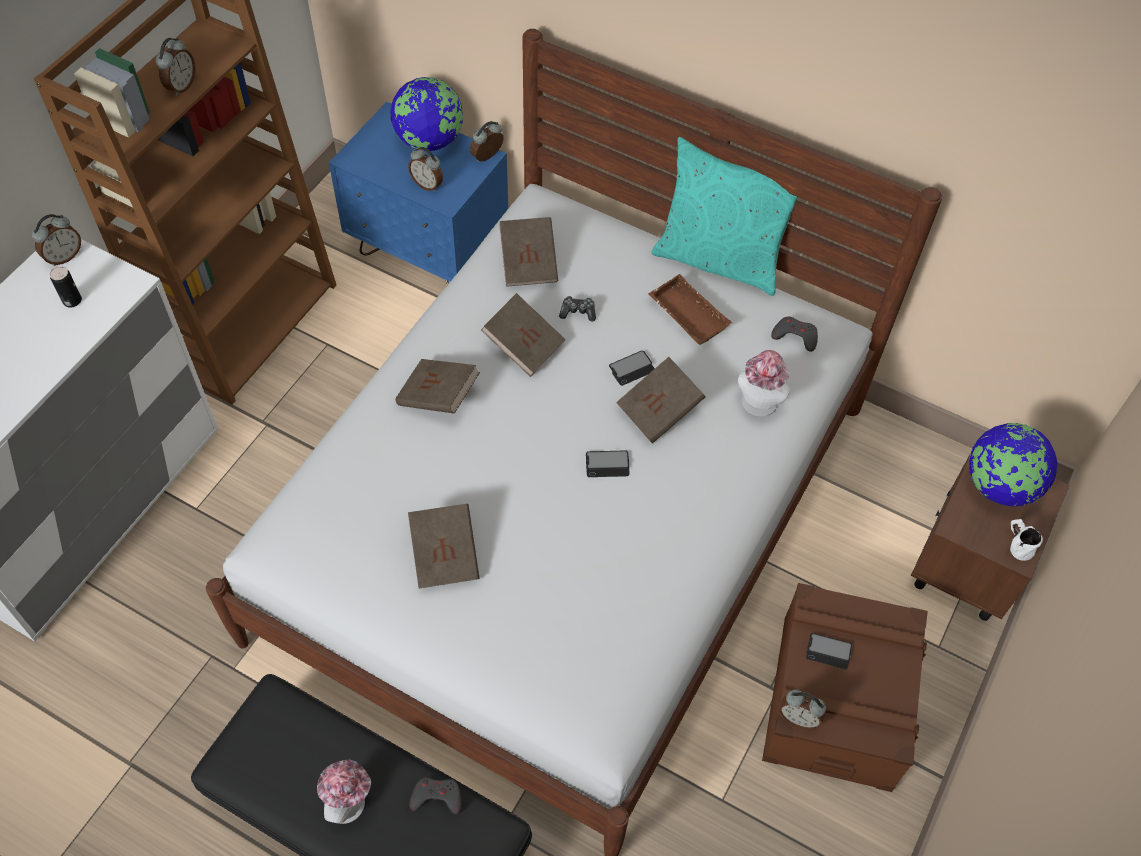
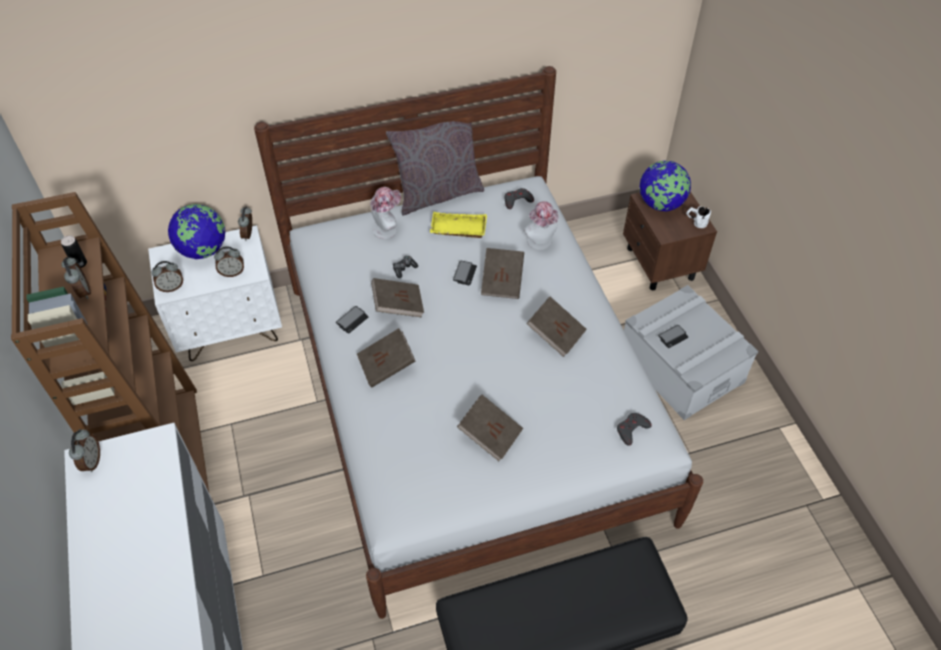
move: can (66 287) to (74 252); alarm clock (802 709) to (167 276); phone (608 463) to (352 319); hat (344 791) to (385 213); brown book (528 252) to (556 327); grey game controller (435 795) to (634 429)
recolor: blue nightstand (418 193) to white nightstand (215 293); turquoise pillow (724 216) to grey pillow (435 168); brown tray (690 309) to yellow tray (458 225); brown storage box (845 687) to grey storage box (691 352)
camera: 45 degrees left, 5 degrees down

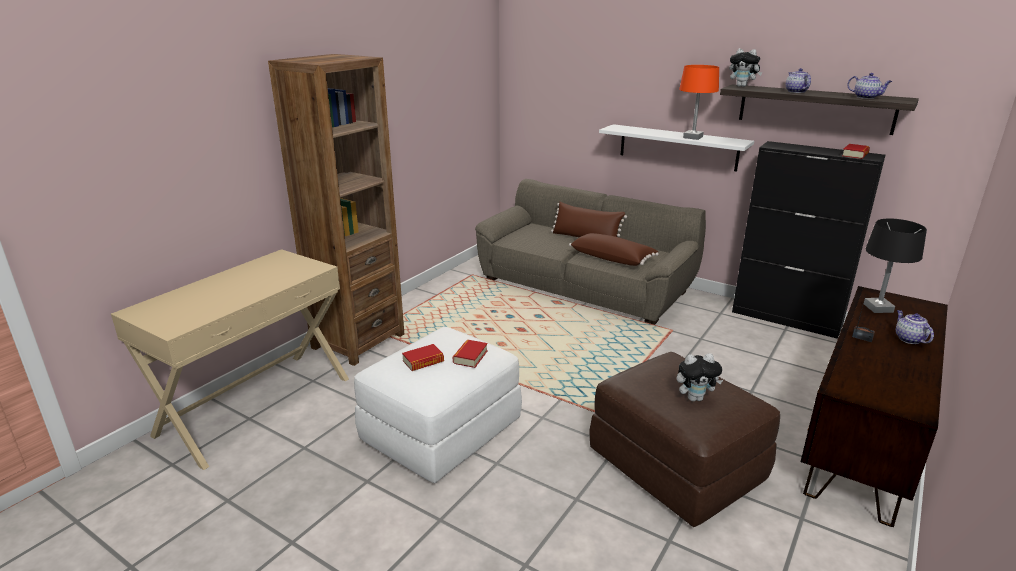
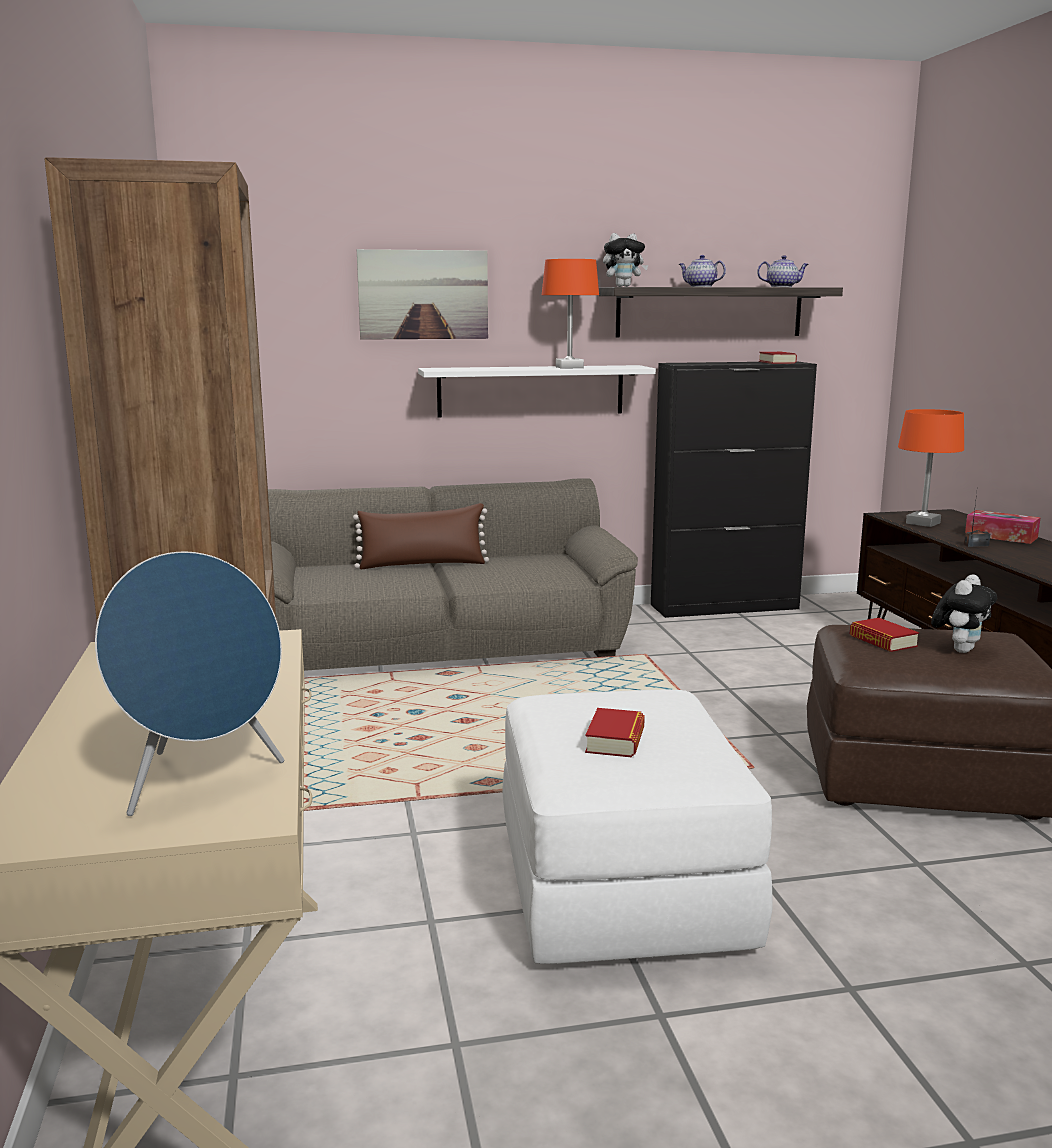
delete: brown pillow (614 249)
insert: blue speaker (189 683); picture (422 294)
move: book (470 353) to (884 635)
replace: teapot (915 327) to tissue box (1003 527)
recolor: black table lamp (895 265) to orange table lamp (931 468)
camera: 45 degrees left, 10 degrees down

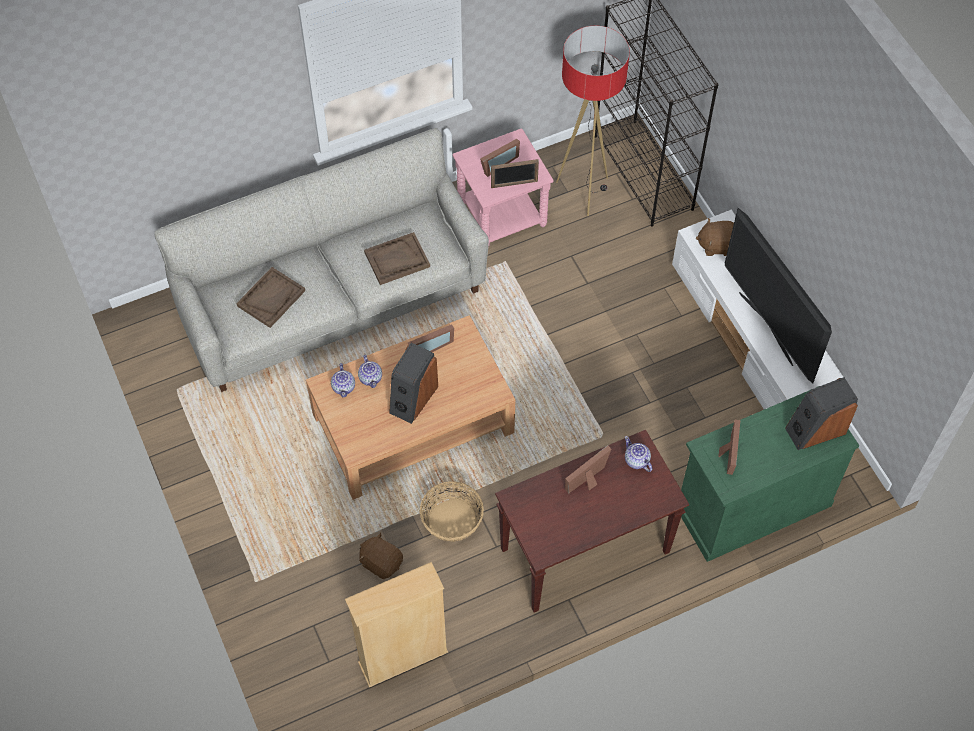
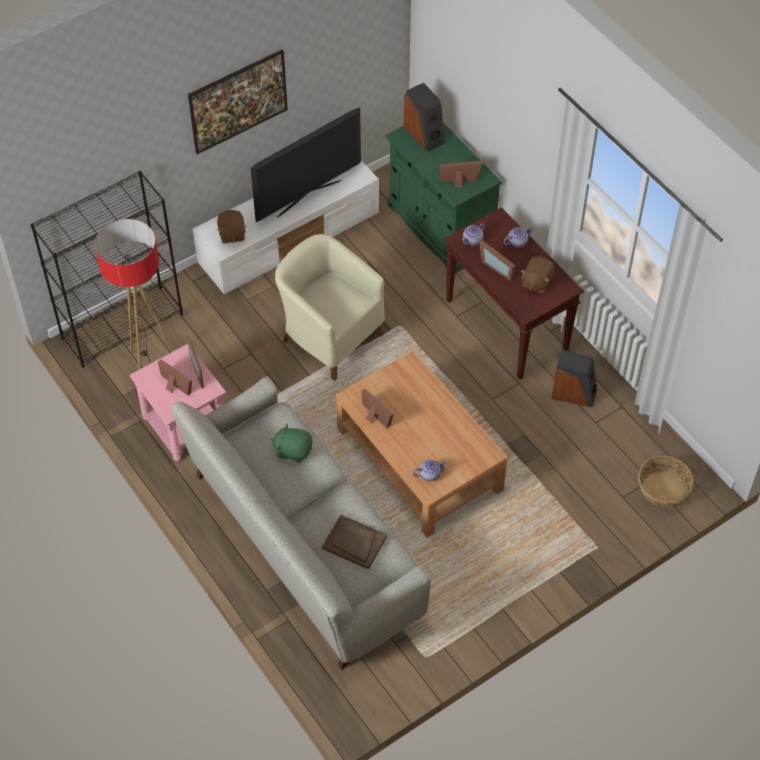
delete: beige bookcase (396 624)
insert: picture (238 102); beige armchair (330 307)
move: teapot (370 371) to (518 237); brown plush toy (381 555) to (538 274); speaker (413 383) to (574 378); basket (452 511) to (666 481)
replace: brown tray (397 258) to green plush toy (291 443)
camera: 100 degrees left, 5 degrees down

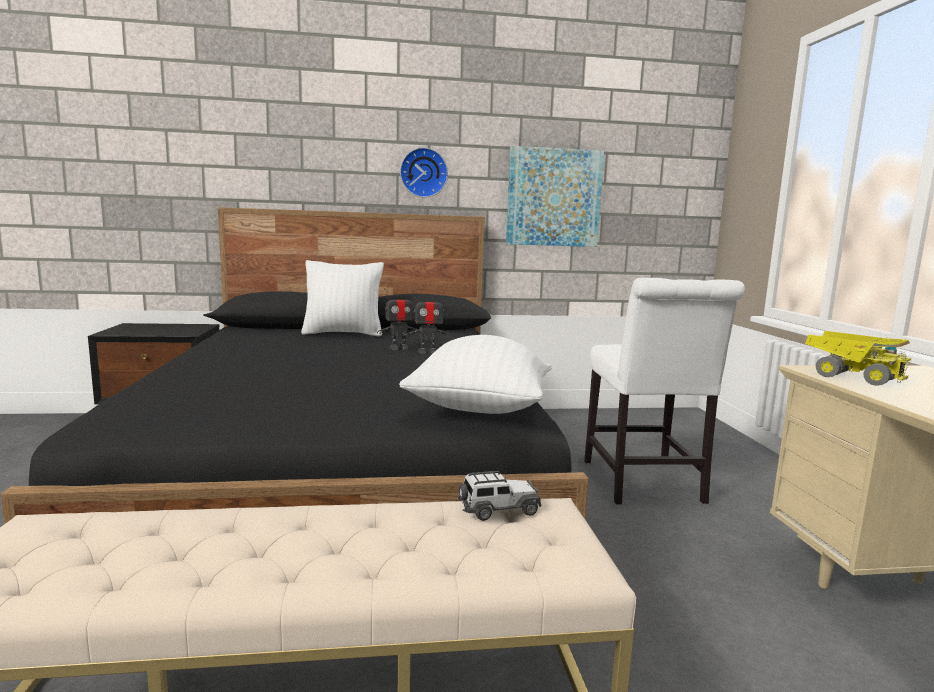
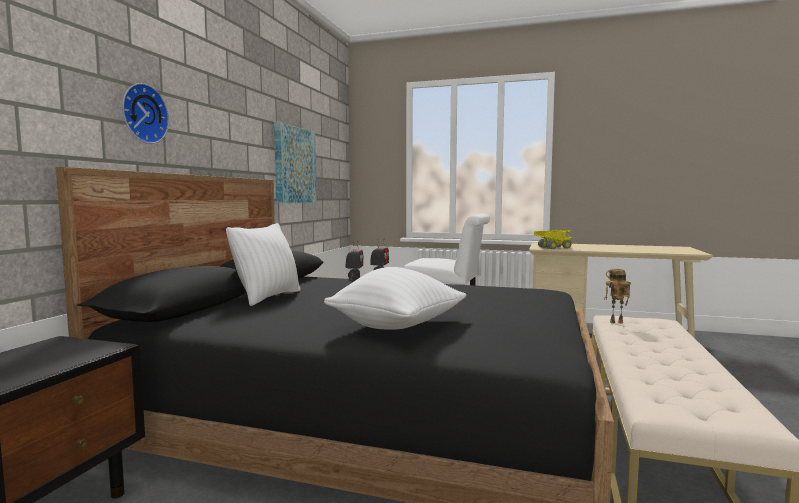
move: wall clock (424 172) to (145 113); white pillow (475 374) to (395 298)
replace: toy car (499 496) to toy robot (617 296)
camera: 65 degrees left, 5 degrees down

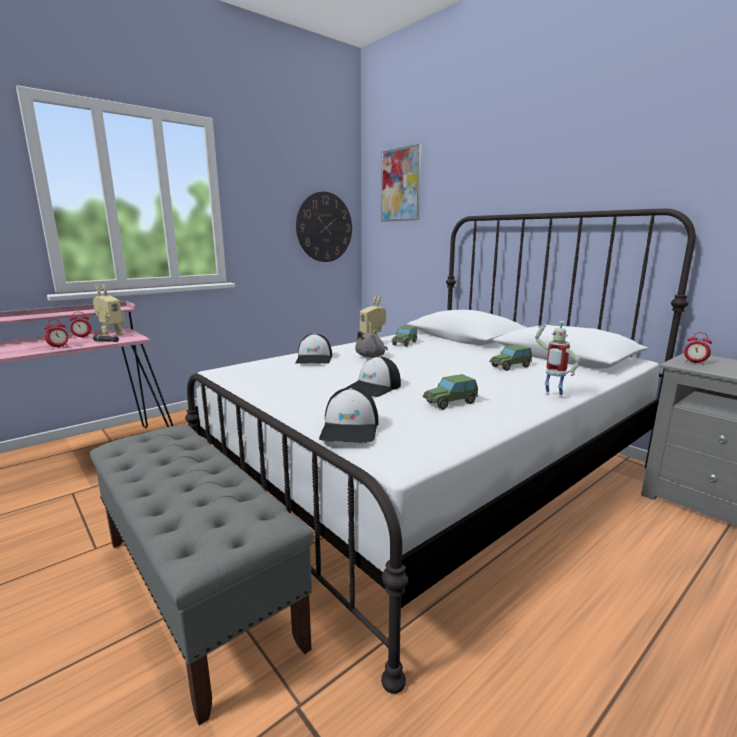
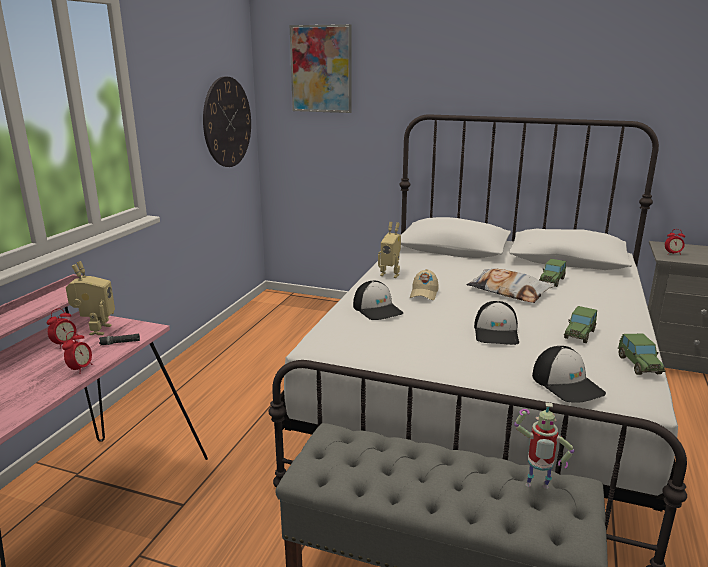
insert: pillow (510 286)
move: toy robot (558 359) to (544 445); toy car (404 336) to (642 354)
replace: grey plush toy (371 344) to beige cap (424 284)
camera: 30 degrees left, 5 degrees up

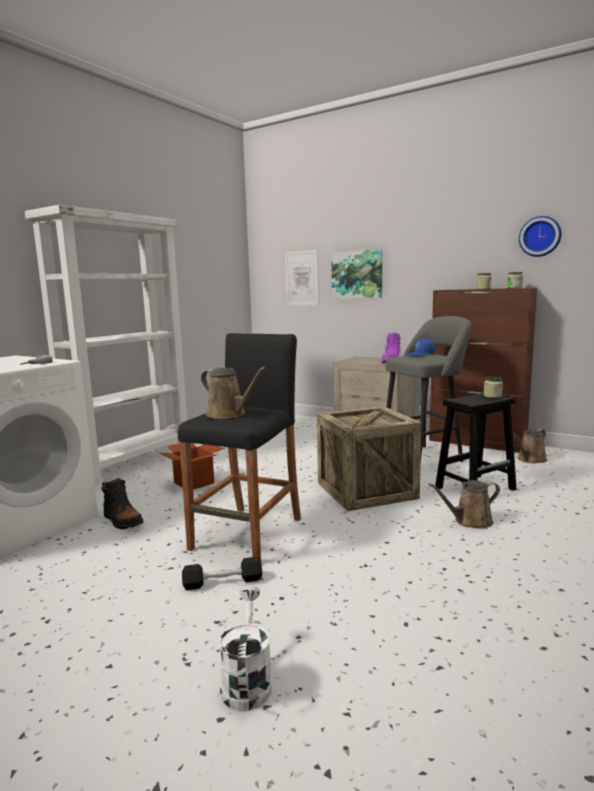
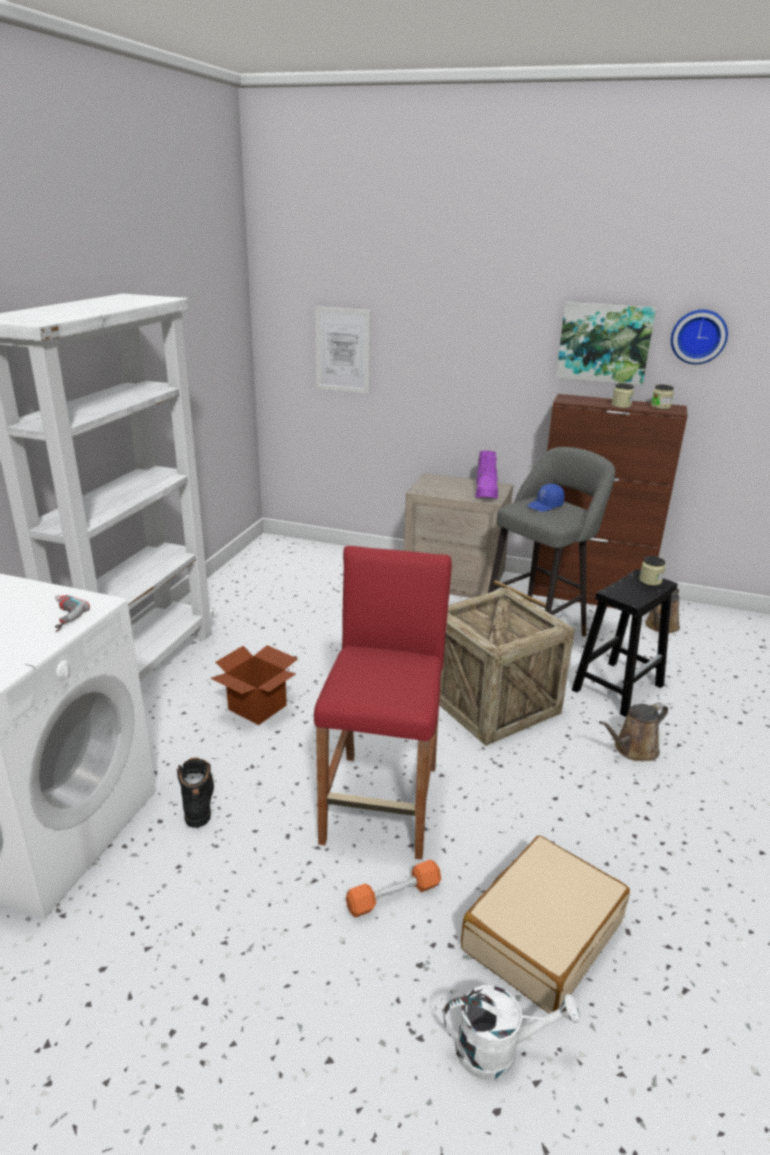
delete: brown watering can (233 393)
insert: beige suitcase (545 924)
move: picture (356 274) to (606 343)
recolor: black stool (239 446) to red stool (383 703); black dumbbell (222 573) to orange dumbbell (393 889)
rotate: black boot (122 503) = (195 793) 135 degrees counterclockwise; white watering can (245 648) = (512 1032) 105 degrees clockwise
camera: 15 degrees left, 15 degrees up

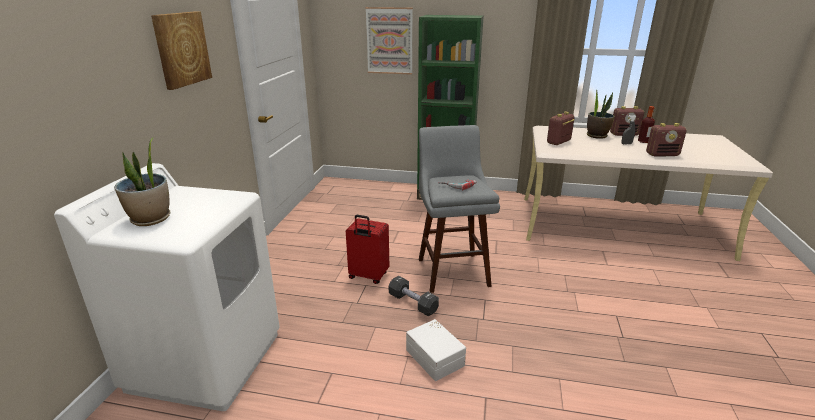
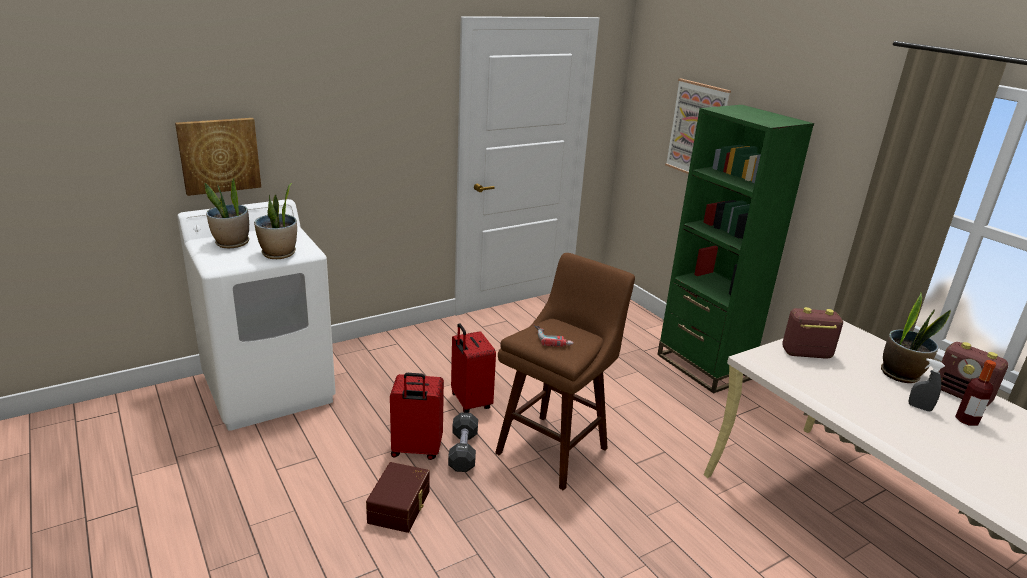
delete: radio (666 140)
insert: potted plant (275 221); red suitcase (417 416)
move: picture (181 50) to (218 157)
recolor: white storage box (436 350) to brown storage box (398 497); grey stool (459 209) to brown stool (565 372)
camera: 45 degrees right, 0 degrees up

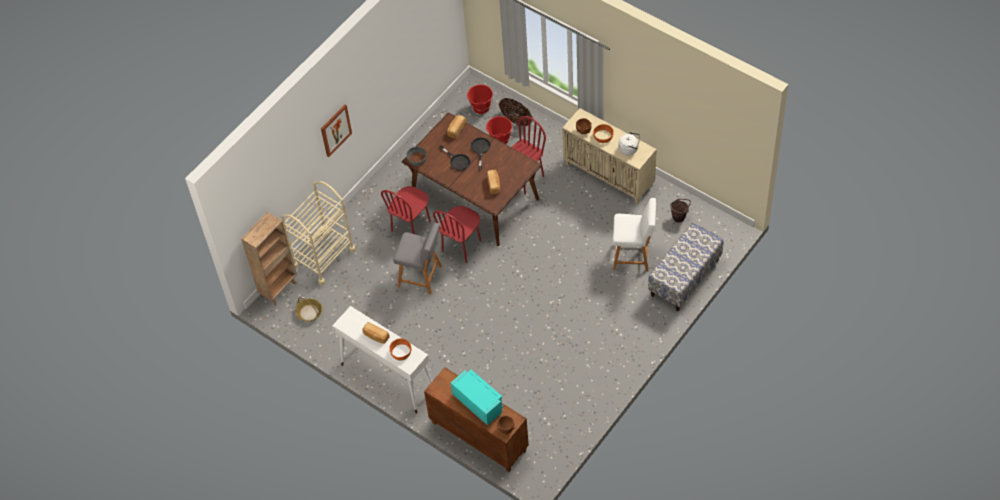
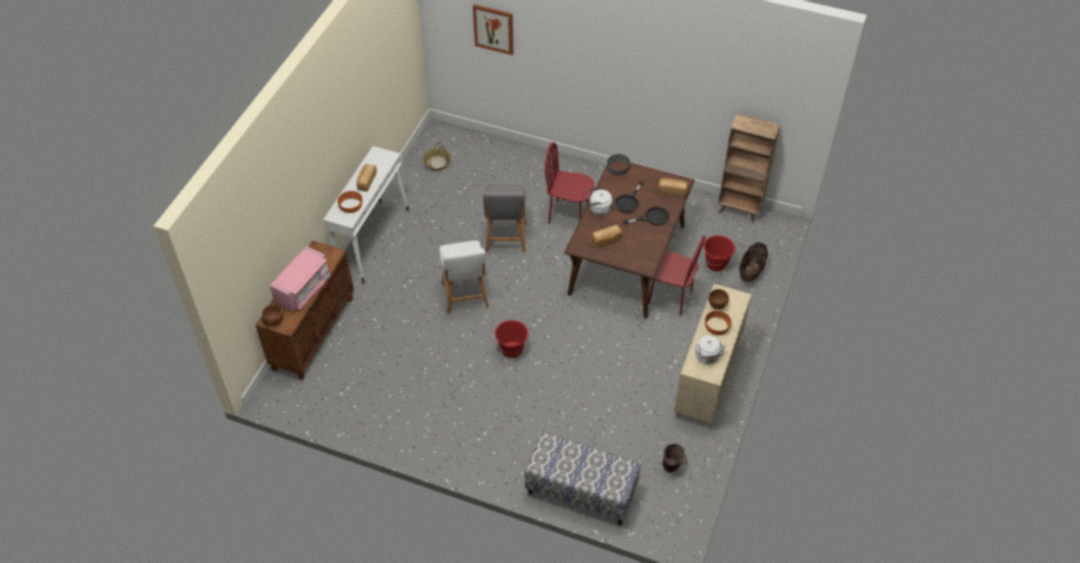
delete: beige cart (318 233); red chair (457 234)
insert: white kettle (600 201)
move: white stool (634 234) to (464 277); picture (336 130) to (493 29); red bucket (480 99) to (511 339); brown bookcase (269 259) to (749 168)
recolor: turquoise microwave (477 398) to pink microwave (300 278)
camera: 70 degrees right, 5 degrees down

